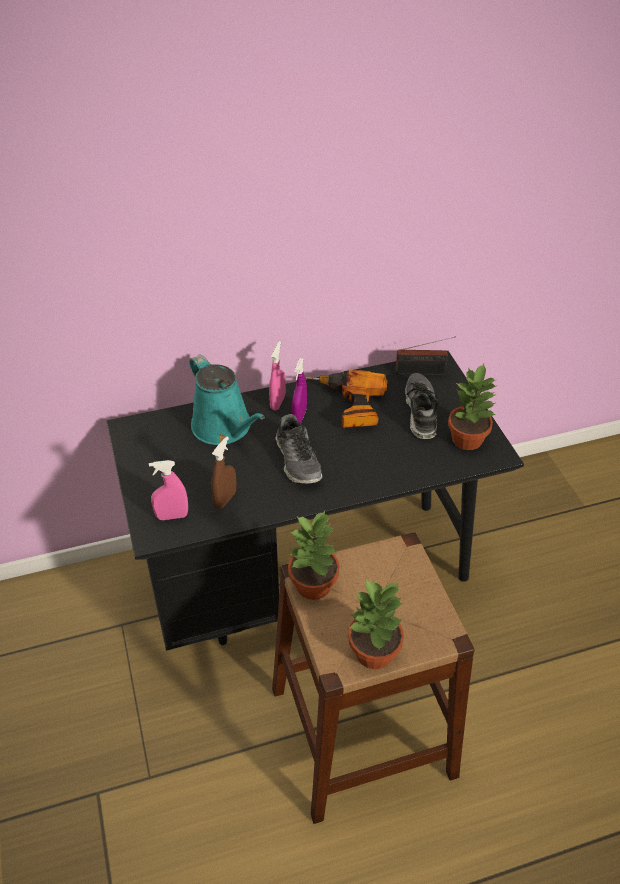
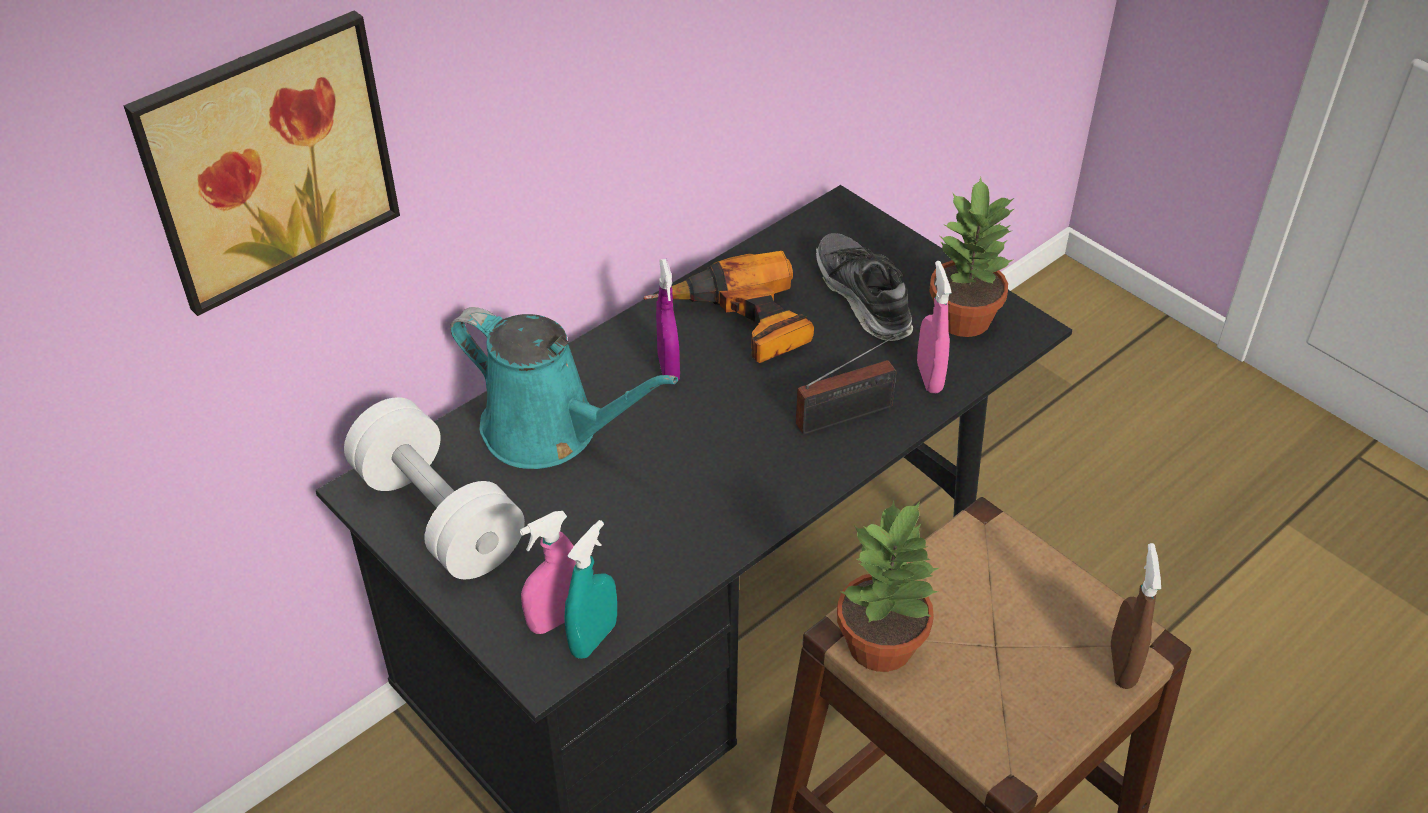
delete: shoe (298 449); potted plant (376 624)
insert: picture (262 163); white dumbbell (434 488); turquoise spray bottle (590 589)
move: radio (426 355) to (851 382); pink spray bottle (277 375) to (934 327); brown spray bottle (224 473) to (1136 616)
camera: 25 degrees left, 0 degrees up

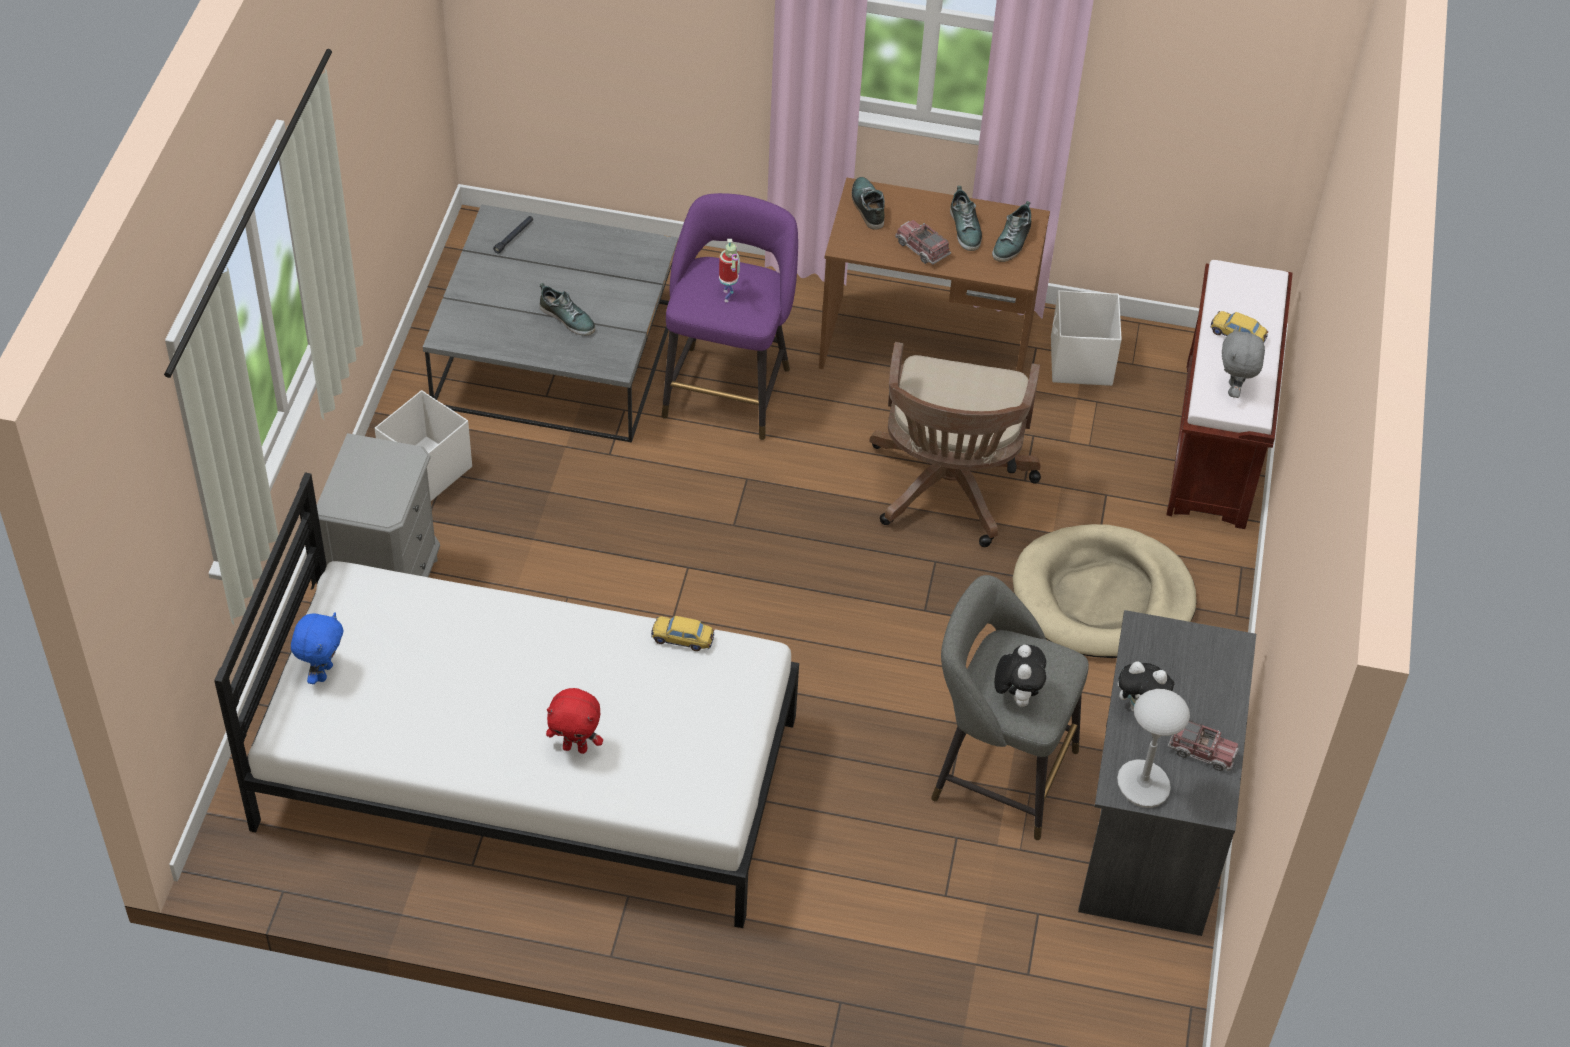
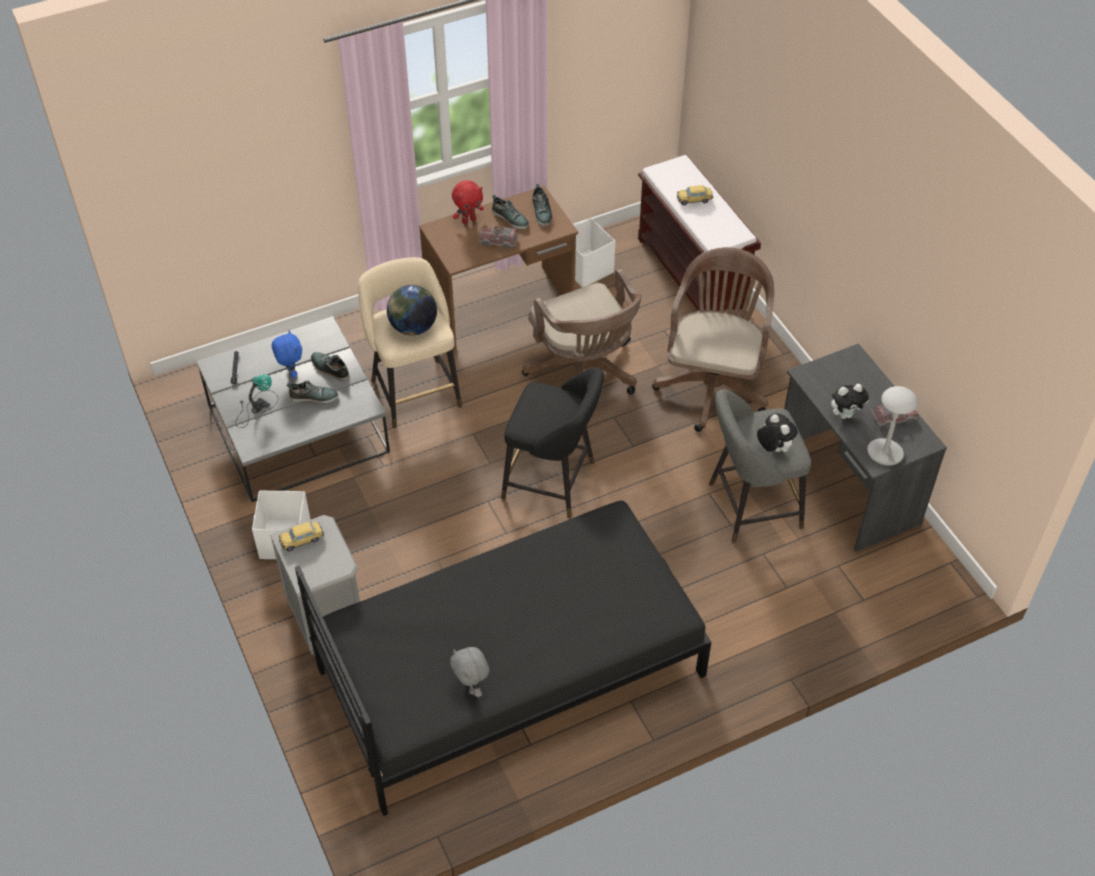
insert: table lamp (257 401); black stool (552 442)
move: blue plush toy (317 648) to (287 354); toy car (682 633) to (301 536); shoe (868 203) to (330 366); grey plush toy (1243 362) to (469 672); red plush toy (574 721) to (468 202)
replace: toy robot (729 270) to globe (412 310); beige dog bed (1105 591) to brown office chair (713 339)
recolor: white bed (506 700) to black bed (503 658); purple stool (730 316) to beige stool (410 342)
camera: 35 degrees left, 0 degrees up

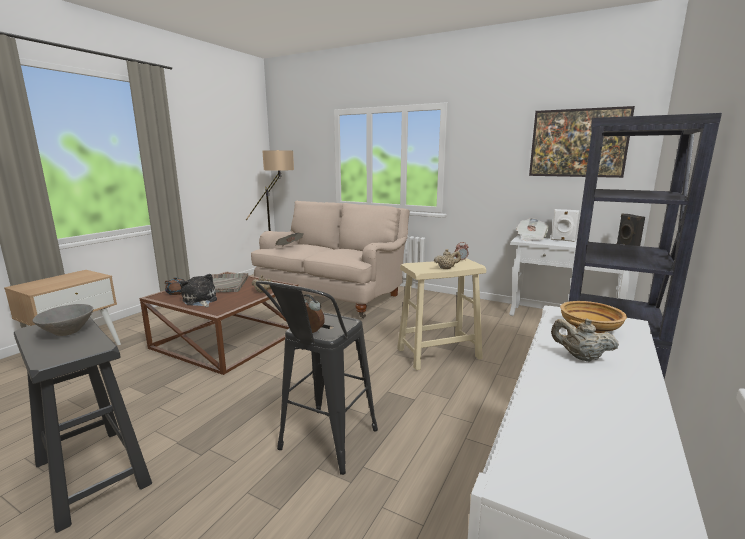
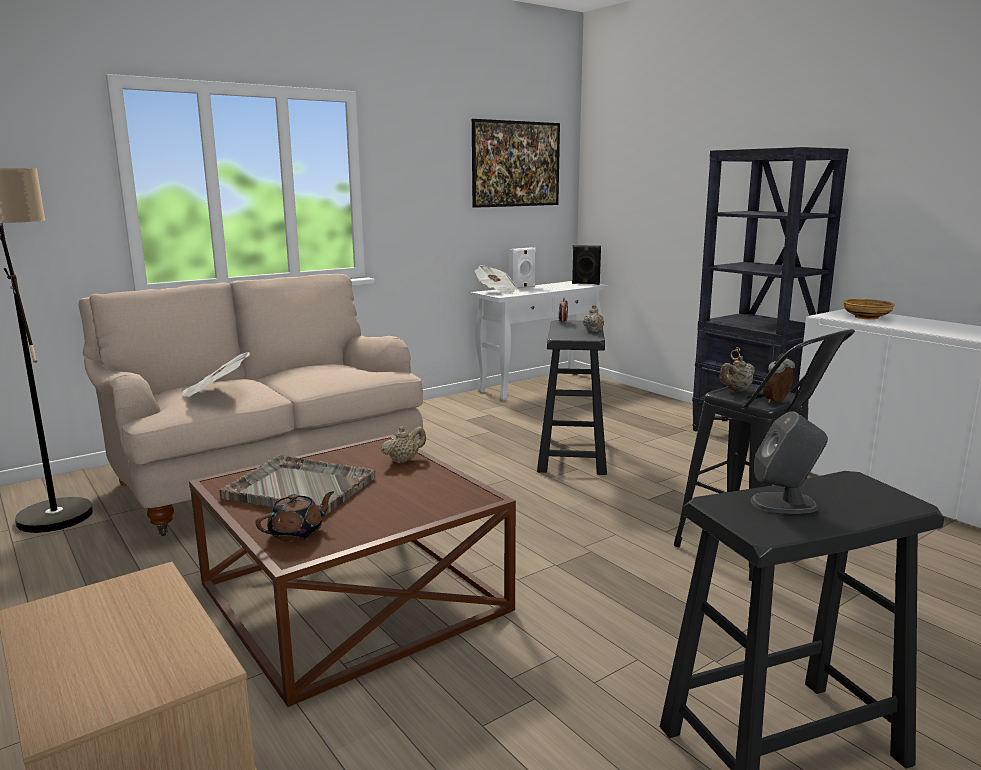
delete: plush toy (198 290)
move: beige teapot (585 340) to (737 373)
replace: grey bowl (63 320) to grey speaker (789 462)
recolor: beige stool (441 314) to black stool (572 397)
camera: 65 degrees left, 0 degrees up

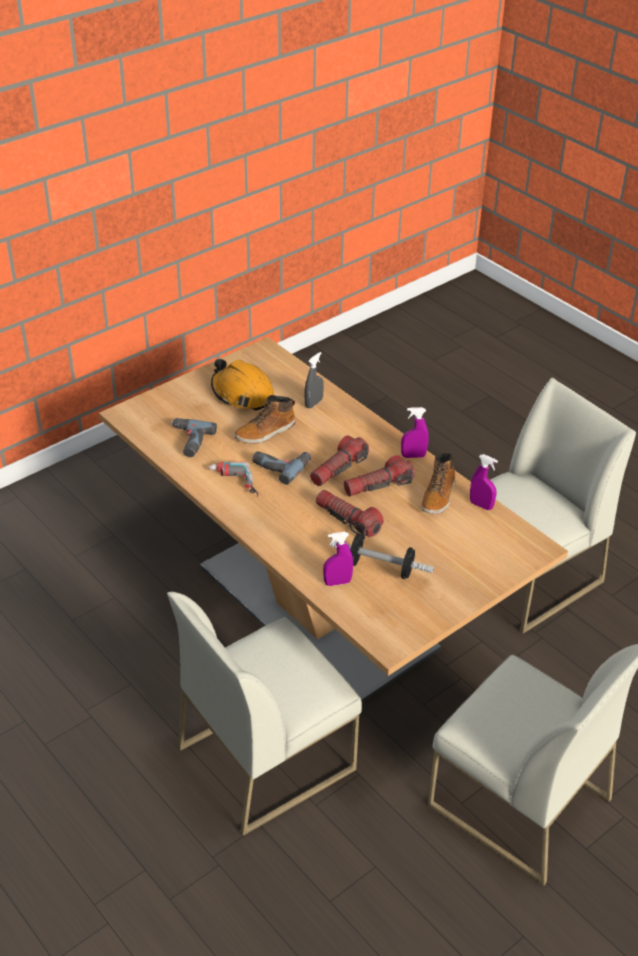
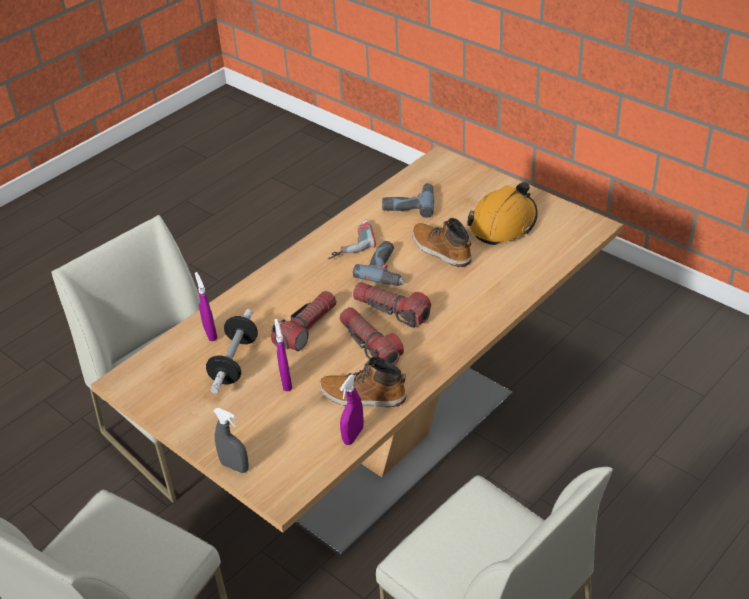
move: grey spray bottle (314 380) to (231 440); purple spray bottle (414 432) to (283 355)
camera: 85 degrees right, 0 degrees up

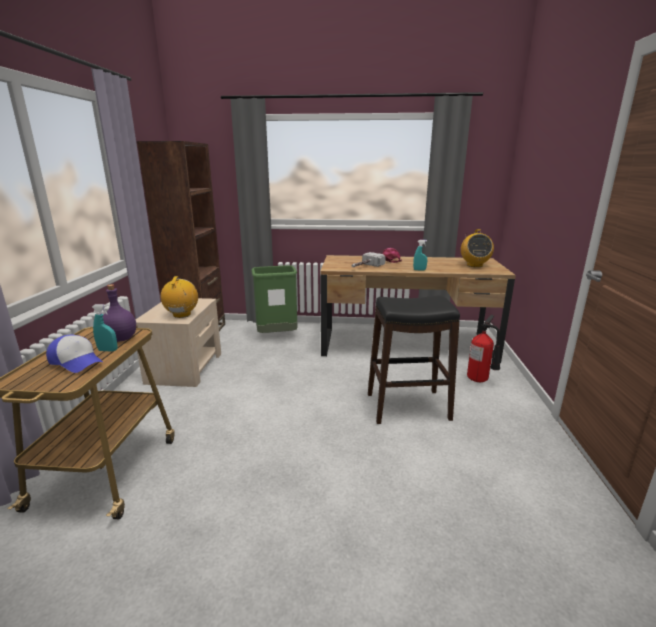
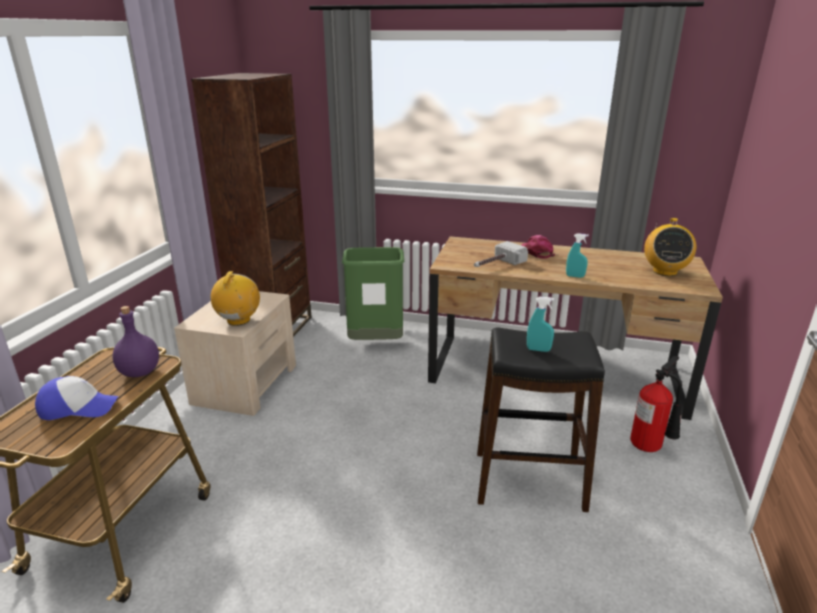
move: turquoise spray bottle (105 328) to (541 324)
rotate: cap (74 354) = (77 398) 45 degrees counterclockwise
camera: 10 degrees right, 5 degrees up

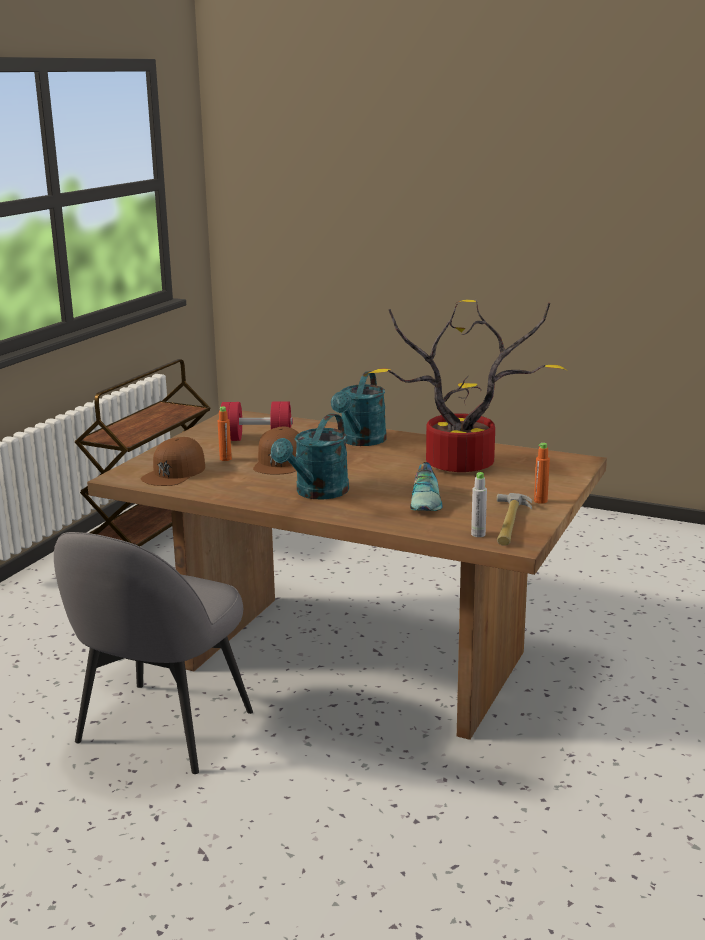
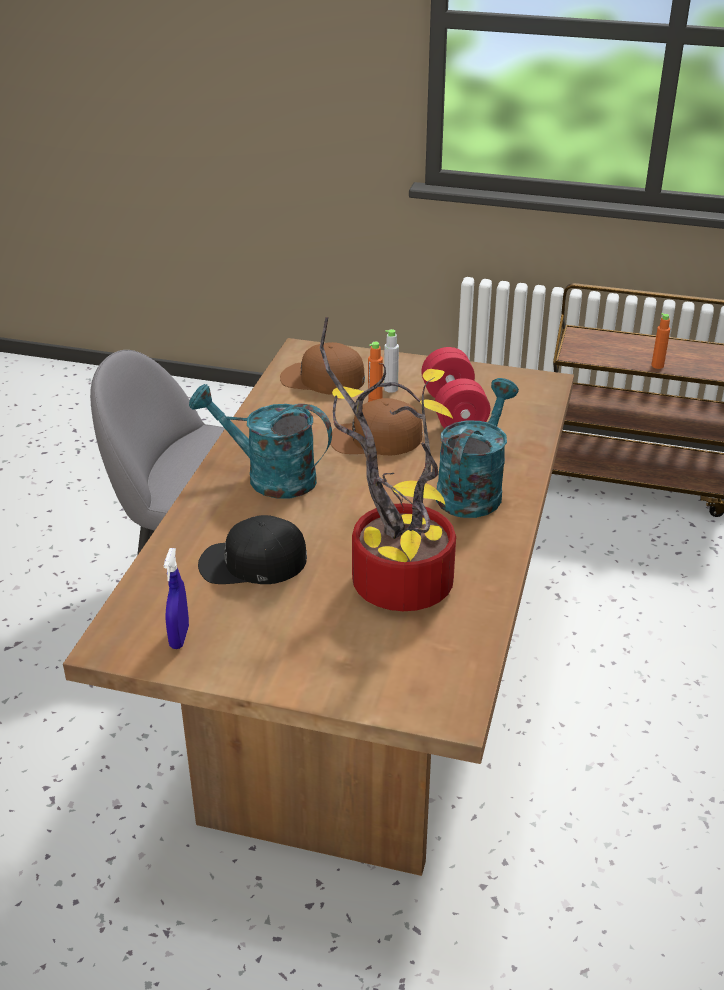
move: grey bottle (479 504) to (391 361); orange bottle (542 473) to (660 341)
replace: hammer (514 519) to blue spray bottle (176 598); shoe (426 486) to black cap (252 549)
rotate: turquoise watering can (359 408) = (477 448) 105 degrees clockwise
camera: 80 degrees right, 15 degrees up

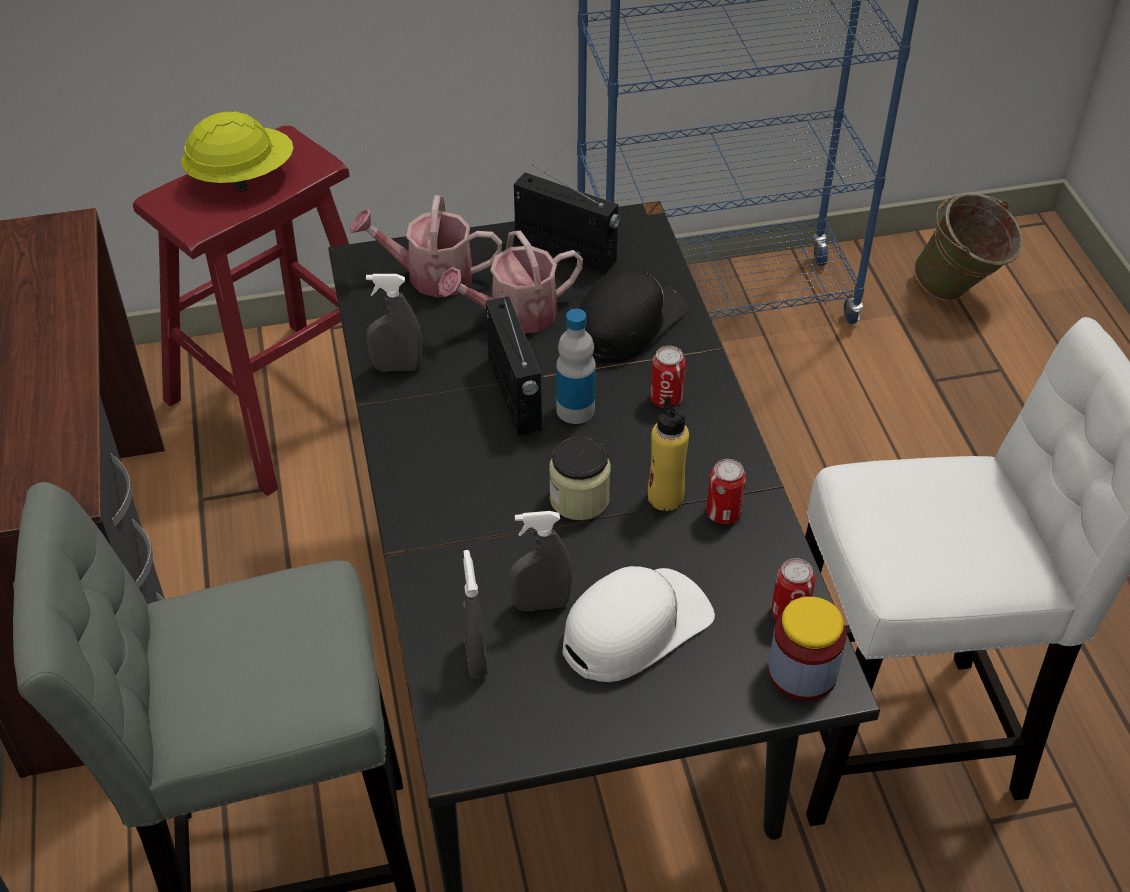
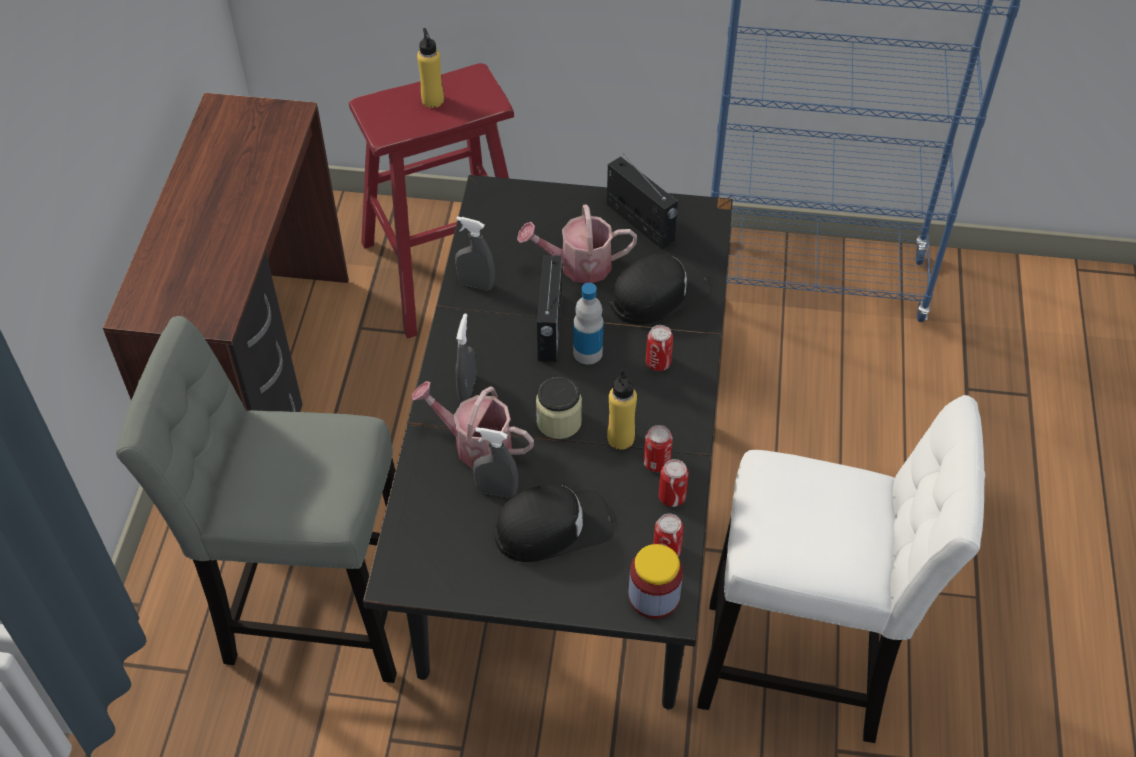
delete: green bucket (968 247)
insert: can (674 483)
move: watering can (426 246) to (472 425); grey spray bottle (475 614) to (466 357)
replace: yellow hard hat (237 151) to yellow bottle (430 68)
recolor: white cap (639 624) to black cap (554 523)
camera: 20 degrees right, 5 degrees up

